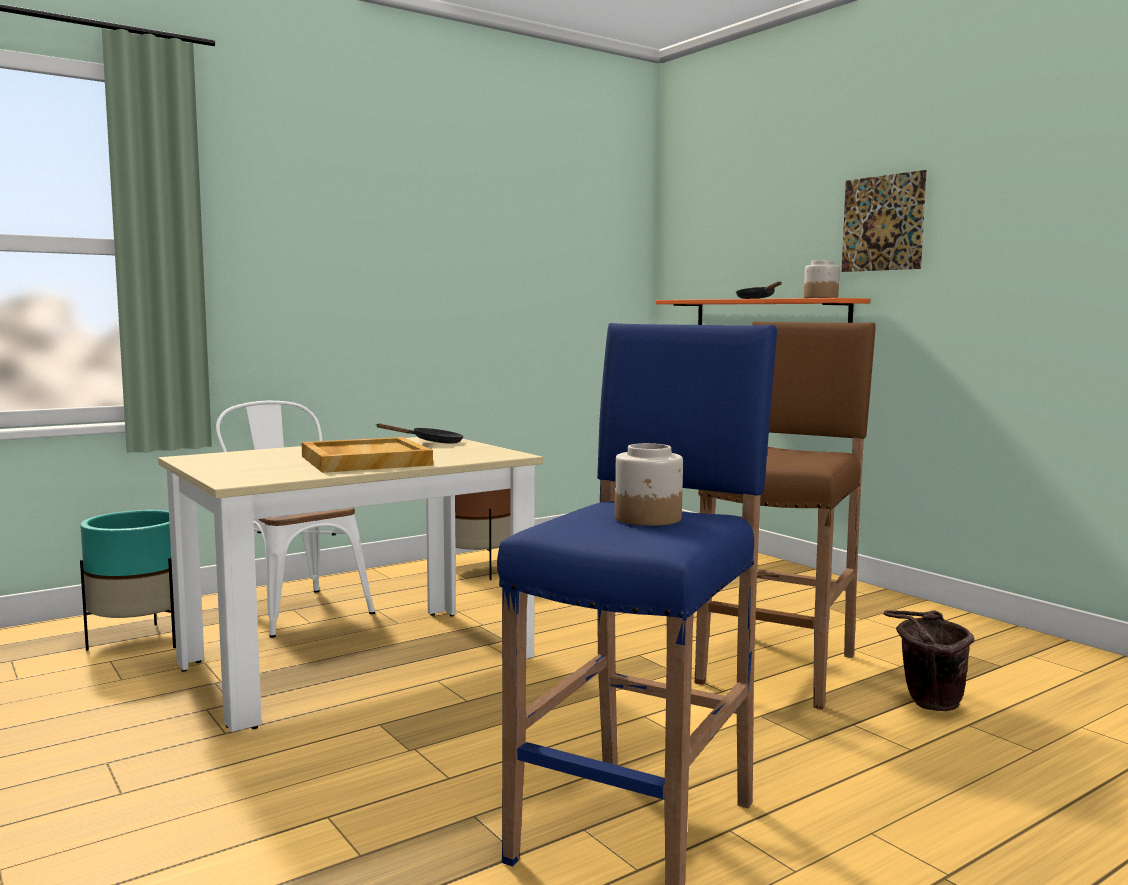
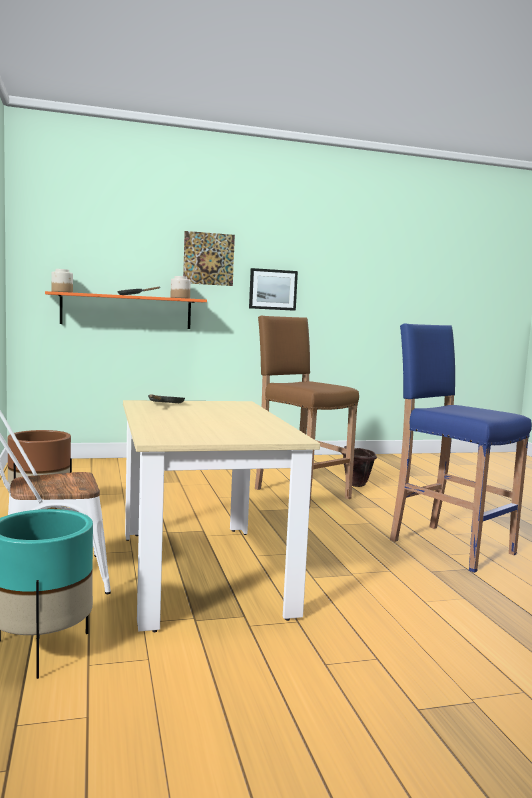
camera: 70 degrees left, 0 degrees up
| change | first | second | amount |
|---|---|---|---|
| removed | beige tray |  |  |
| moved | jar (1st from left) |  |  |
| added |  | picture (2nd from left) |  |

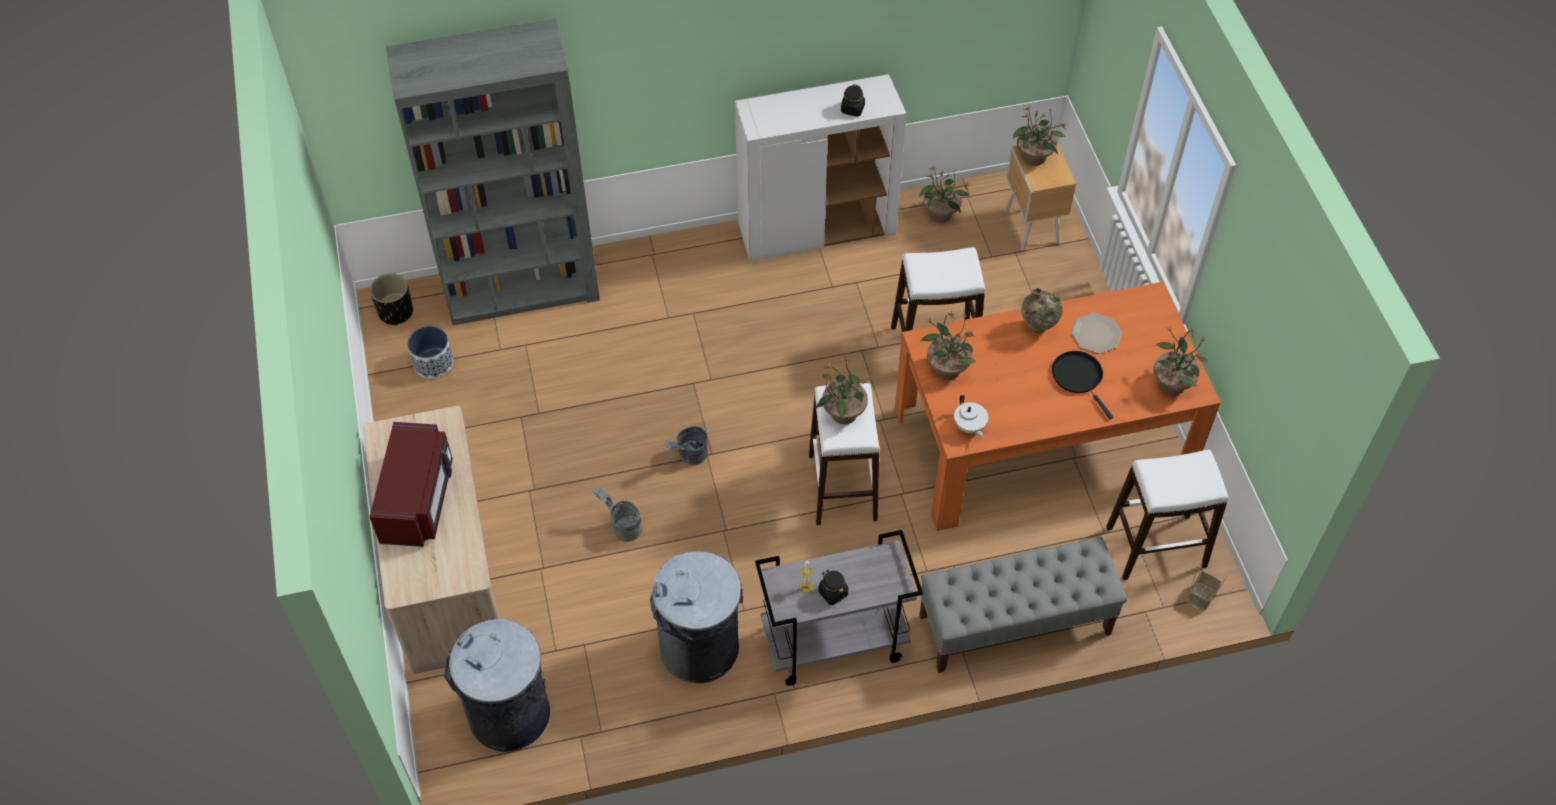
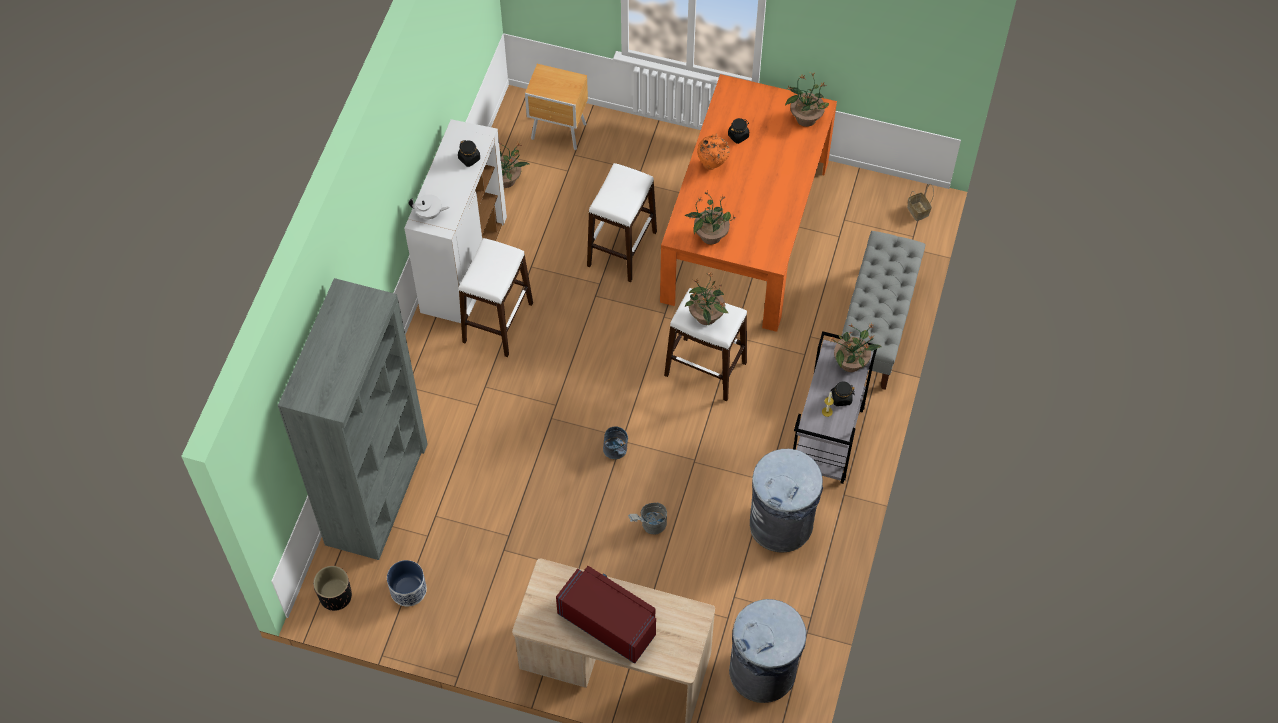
camera: 60 degrees left, 5 degrees up
| change | first | second | amount |
|---|---|---|---|
| moved | white teapot |  |  |
| moved | potted plant (4th from left in the first image) | potted plant (5th from left) |  |
| recoloured | beige vase | orange vase |  |
| removed | black frying pan |  |  |
| replaced | plate | black jar (2nd from left) |  |
| moved | white stool (3rd from left in the first image) | white stool (1st from left) |  |

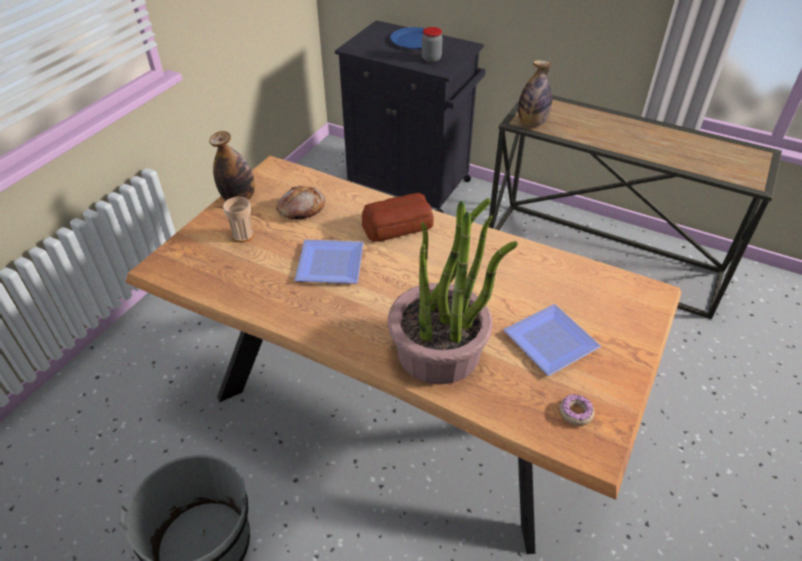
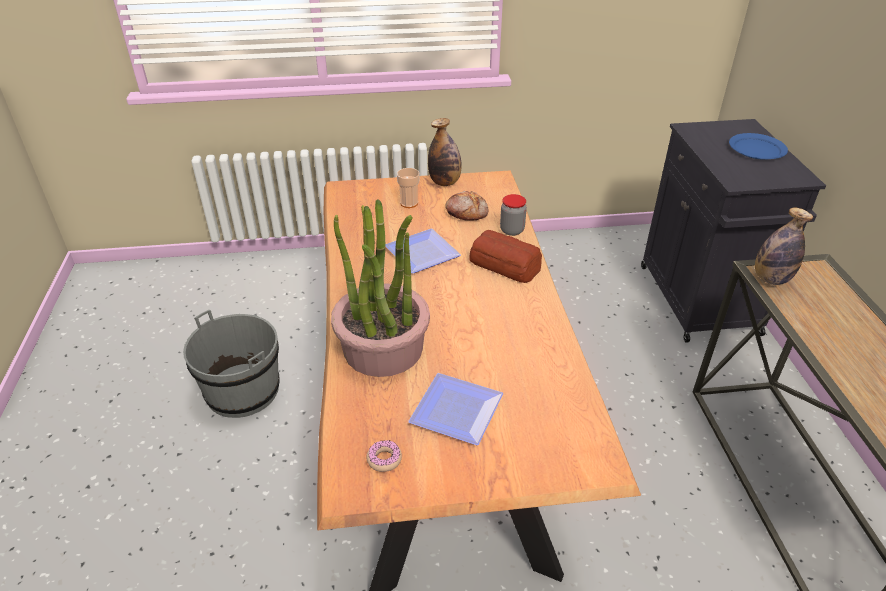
camera: 55 degrees right, 5 degrees down
| change | first | second | amount |
|---|---|---|---|
| moved | jar |  |  |

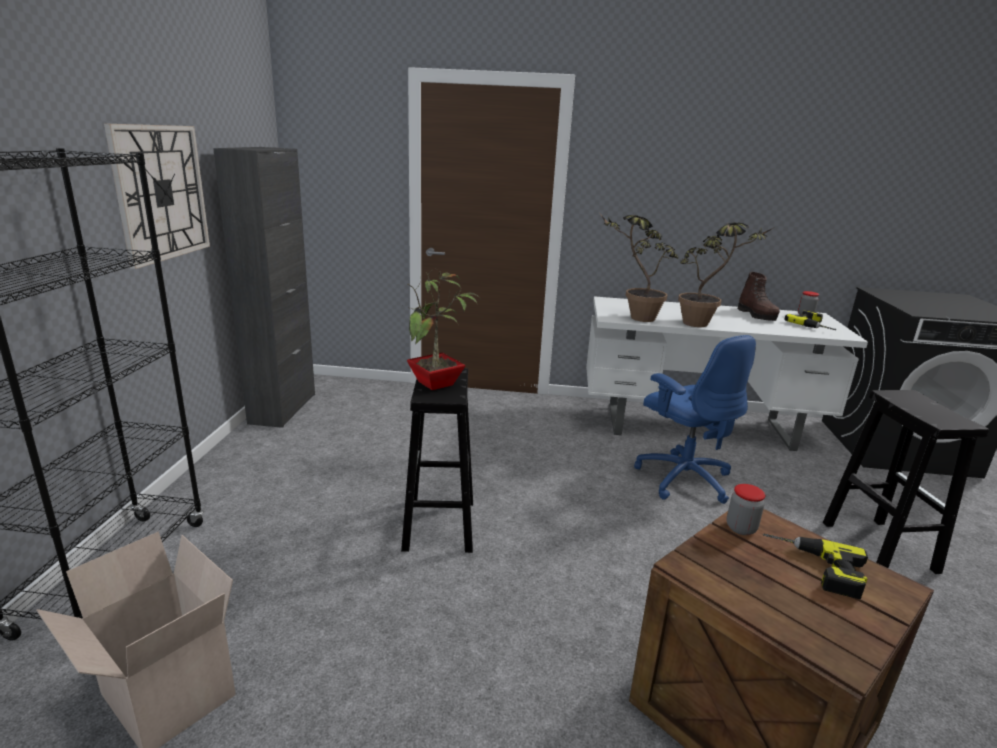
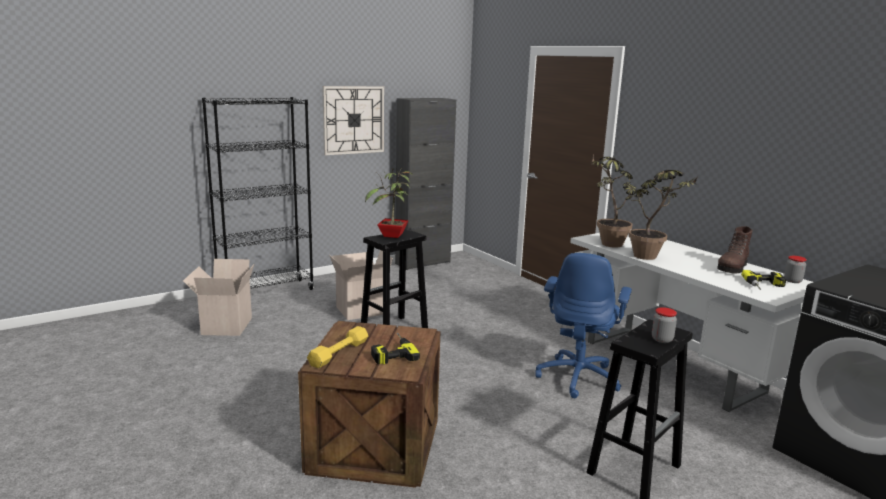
camera: 50 degrees right, 5 degrees down
| change | first | second | amount |
|---|---|---|---|
| moved | jar (1st from left) |  |  |
| added |  | yellow dumbbell |  |
| added |  | cardboard box (2nd from left) |  |

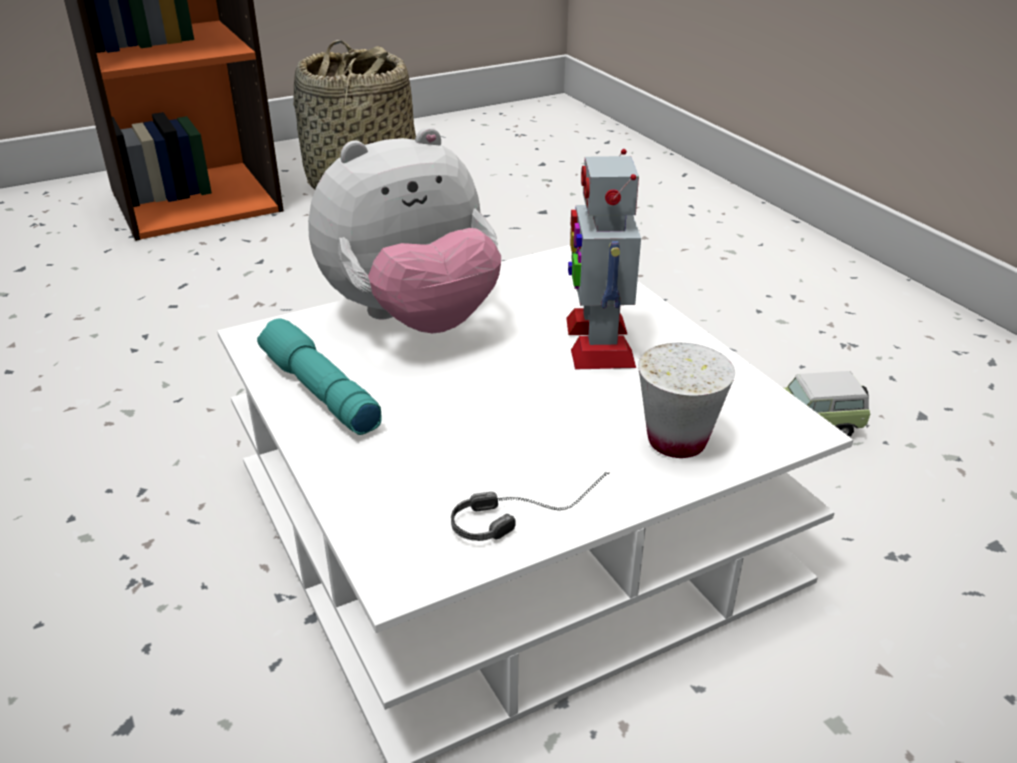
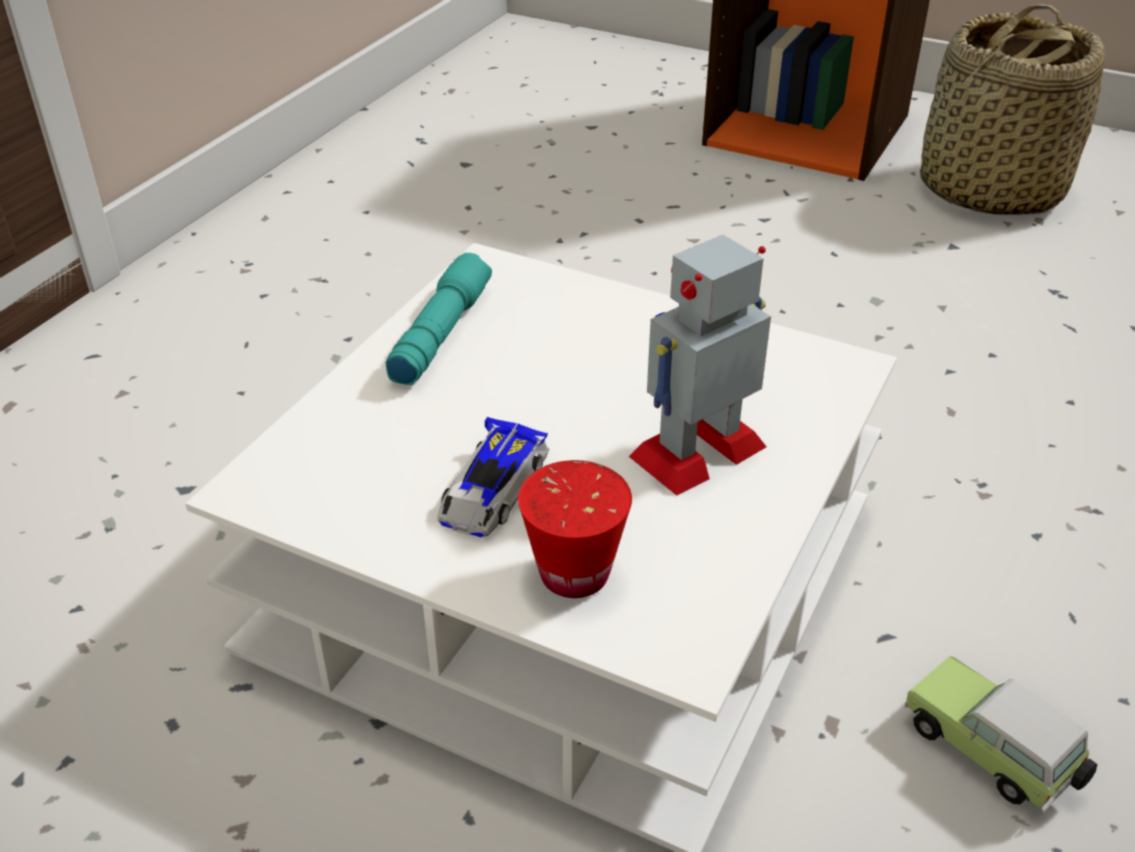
camera: 55 degrees right, 5 degrees up
| change | first | second | amount |
|---|---|---|---|
| removed | plush toy |  |  |
| removed | headphones |  |  |
| recoloured | white cup | red cup |  |
| added |  | toy car (1st from left) |  |

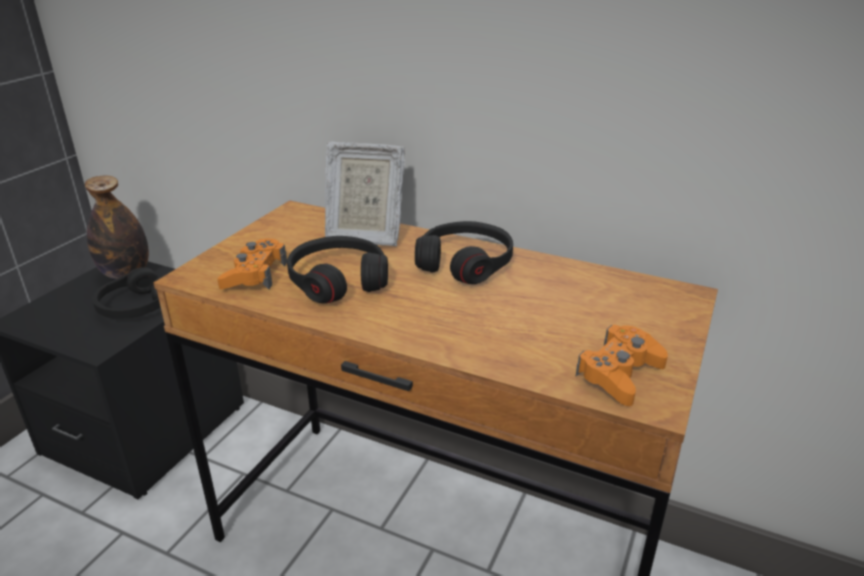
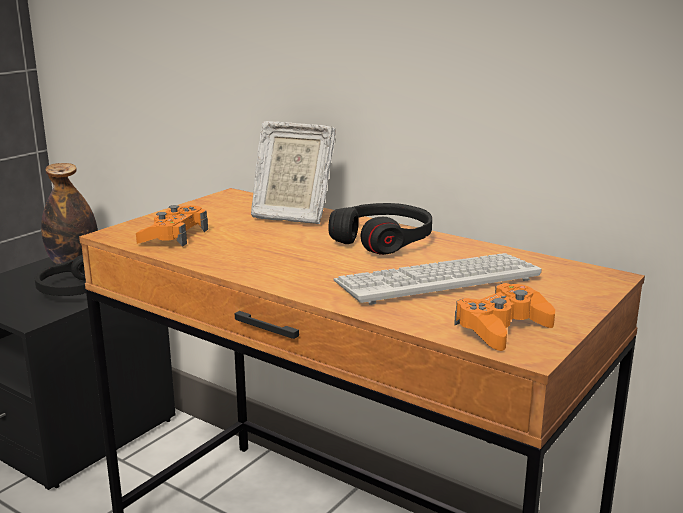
camera: 10 degrees right, 10 degrees down
| change | first | second | amount |
|---|---|---|---|
| removed | black headphones (2nd from left) |  |  |
| added |  | keyboard |  |

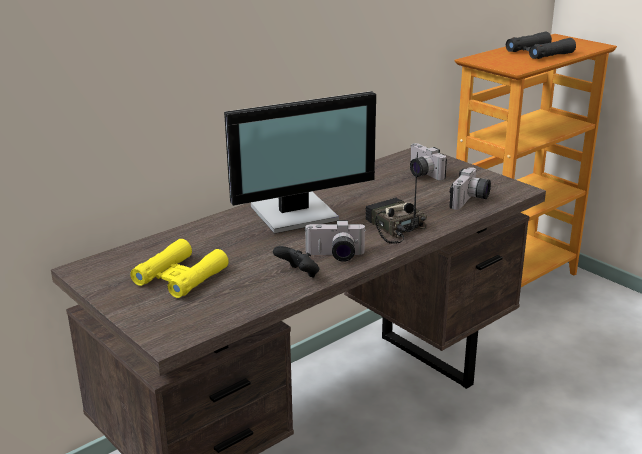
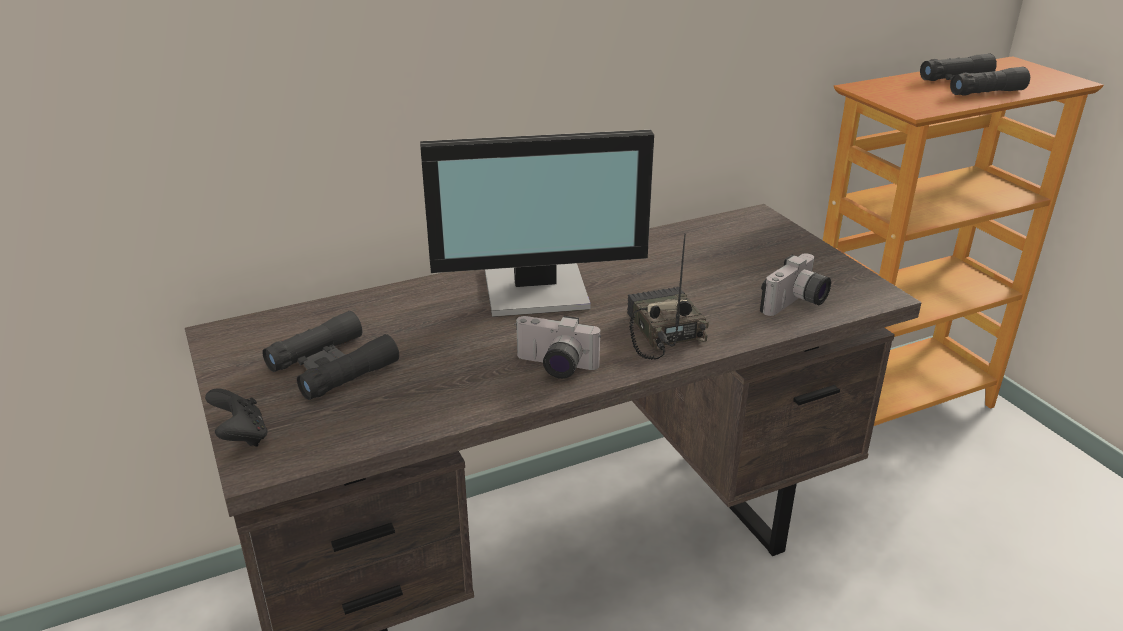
camera: 15 degrees right, 5 degrees up
| change | first | second | amount |
|---|---|---|---|
| recoloured | yellow binoculars | black binoculars (1st from left) |  |
| moved | black game controller |  |  |
| removed | photo camera (2nd from left) |  |  |

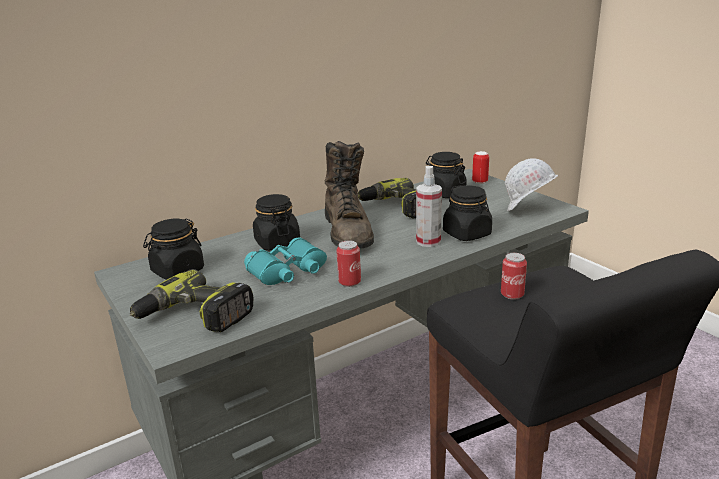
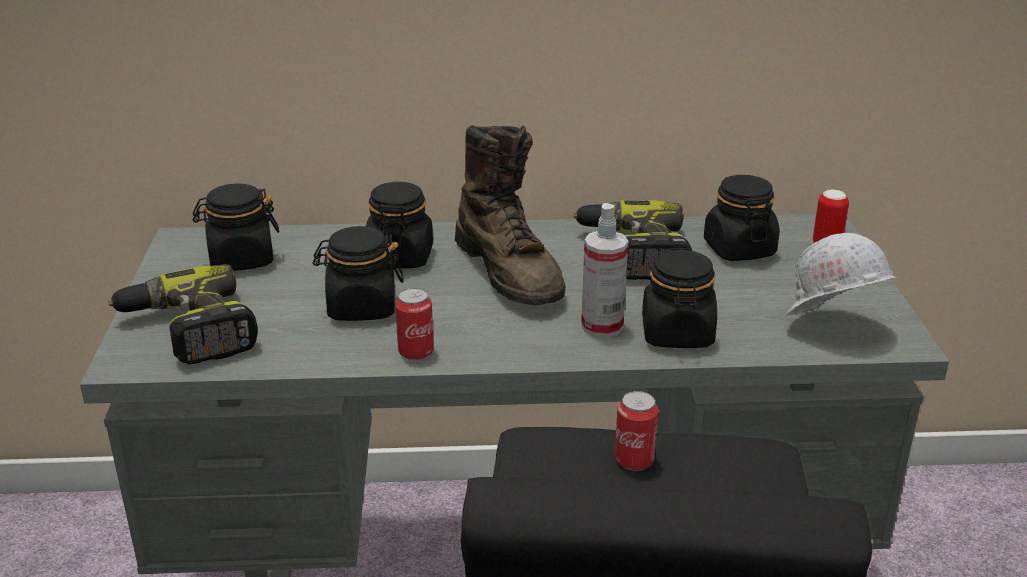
camera: 30 degrees right, 5 degrees up
| change | first | second | amount |
|---|---|---|---|
| replaced | turquoise binoculars | black jar (2nd from left) |  |
| turned | brown boot |  | 45 degrees counterclockwise |

